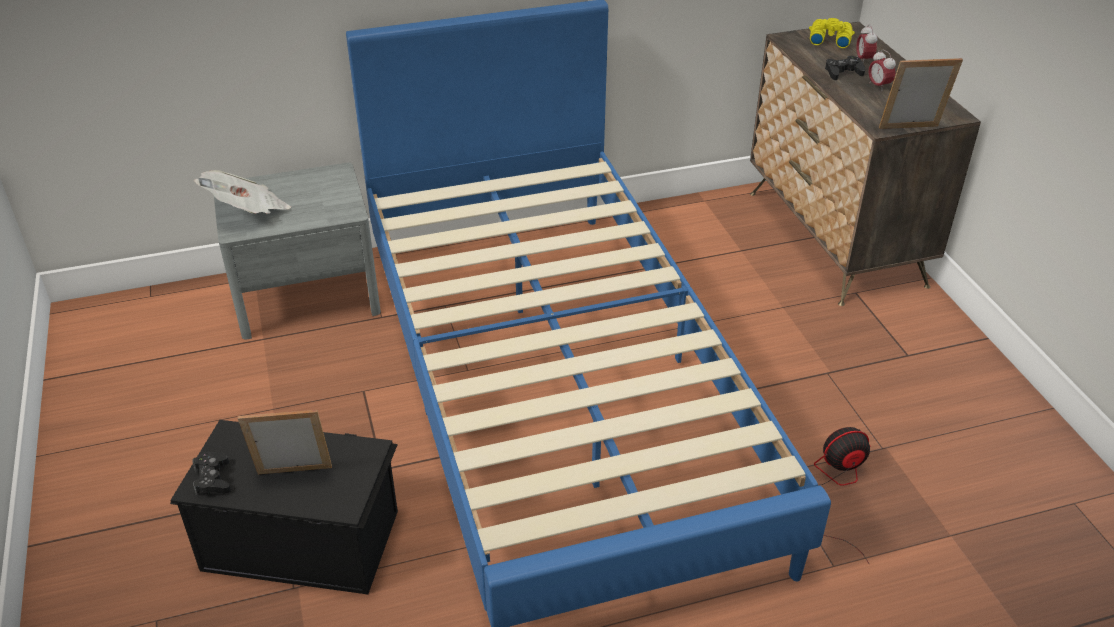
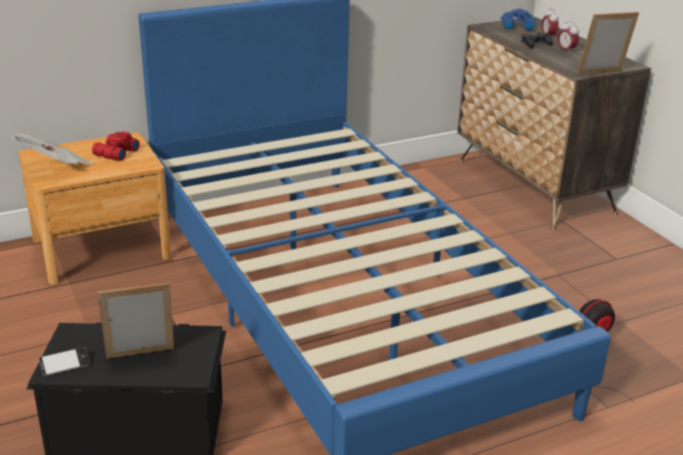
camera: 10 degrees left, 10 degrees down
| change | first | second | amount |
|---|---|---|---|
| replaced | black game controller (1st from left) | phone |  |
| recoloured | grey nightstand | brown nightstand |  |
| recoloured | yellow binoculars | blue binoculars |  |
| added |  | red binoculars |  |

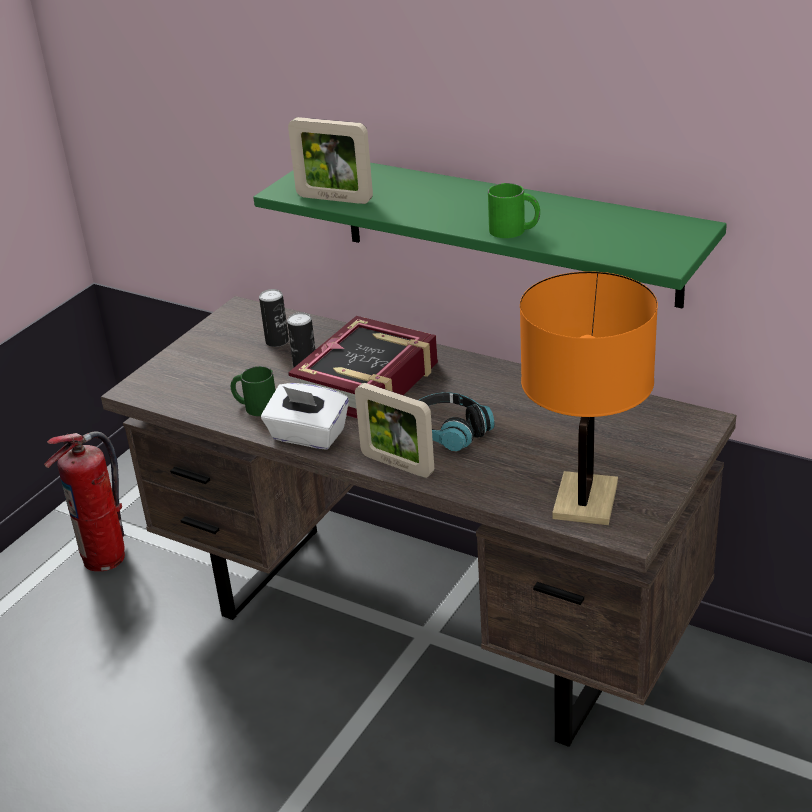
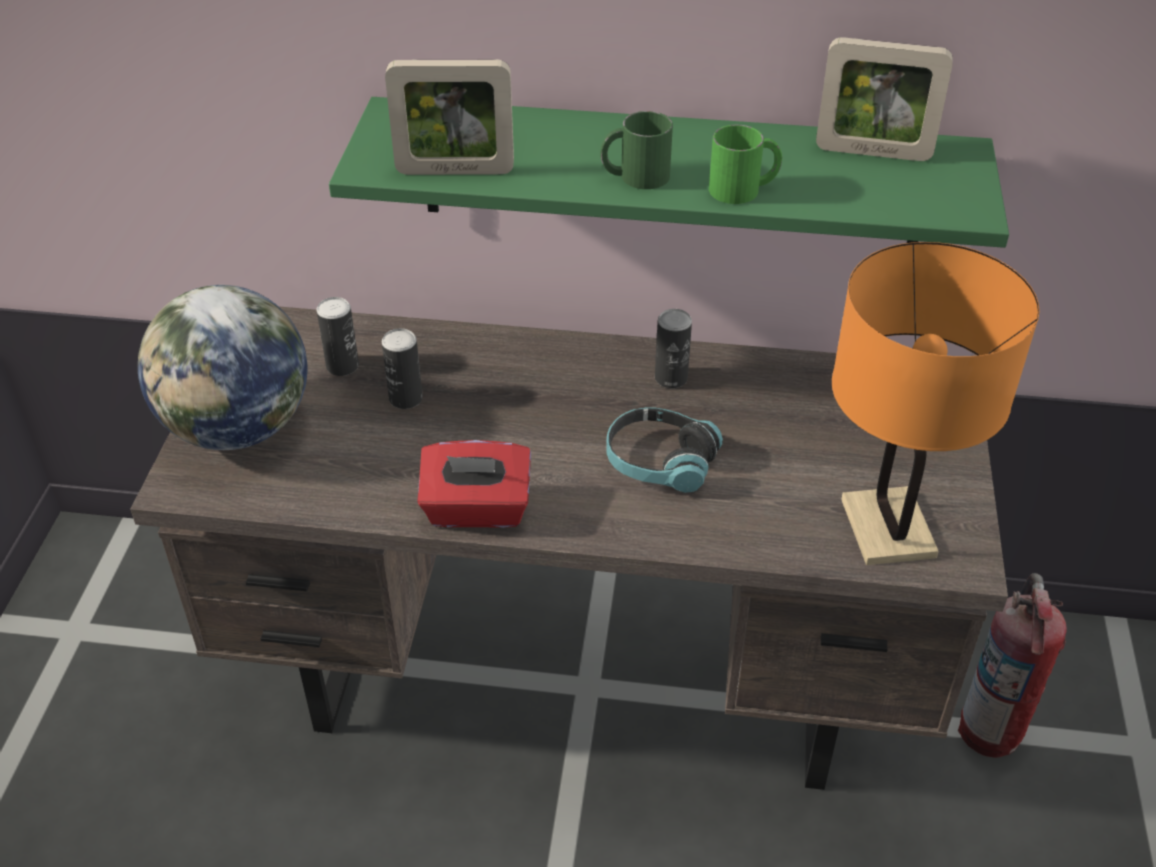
camera: 25 degrees left, 10 degrees up
| change | first | second | amount |
|---|---|---|---|
| moved | fire extinguisher |  |  |
| moved | green mug (1st from left) |  |  |
| recoloured | white tissue box | red tissue box |  |
| removed | book |  |  |
| moved | picture frame (2nd from left) |  |  |
| added |  | globe |  |
| added |  | can (3rd from left) |  |

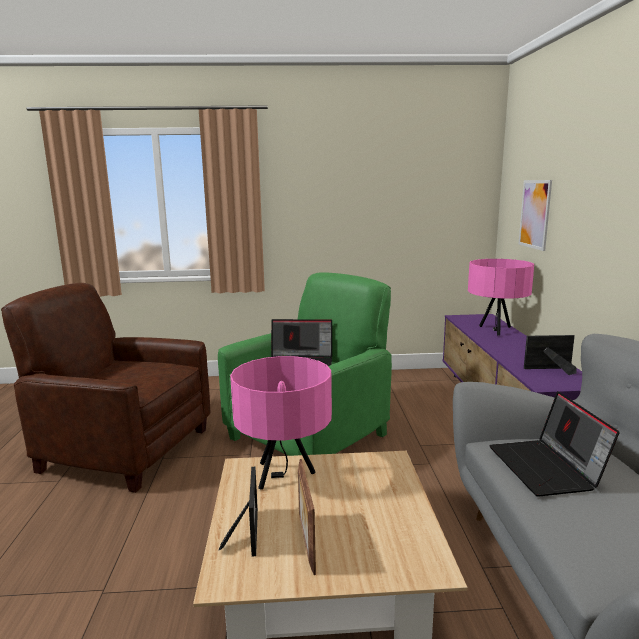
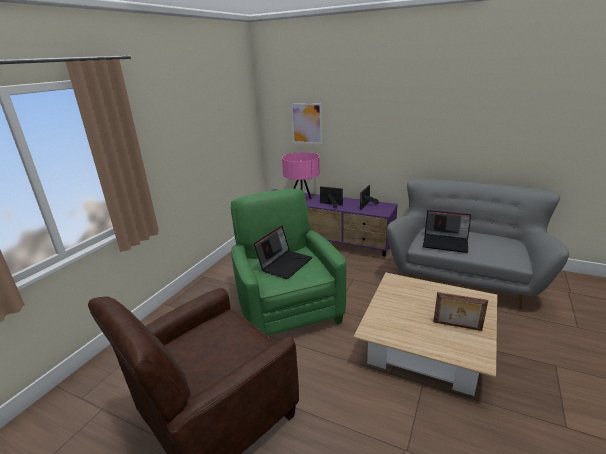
camera: 60 degrees left, 10 degrees up
| change | first | second | amount |
|---|---|---|---|
| moved | picture frame (1st from left) |  |  |
| removed | pink table lamp (1st from left) |  |  |

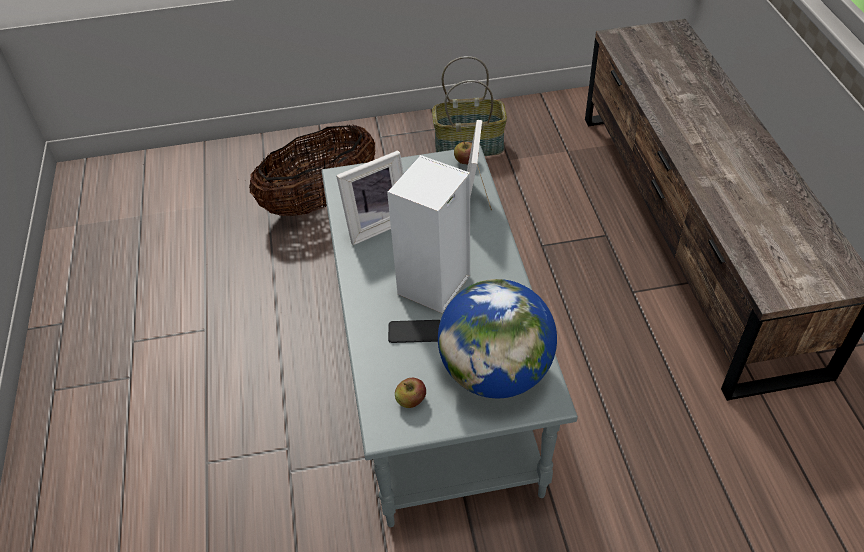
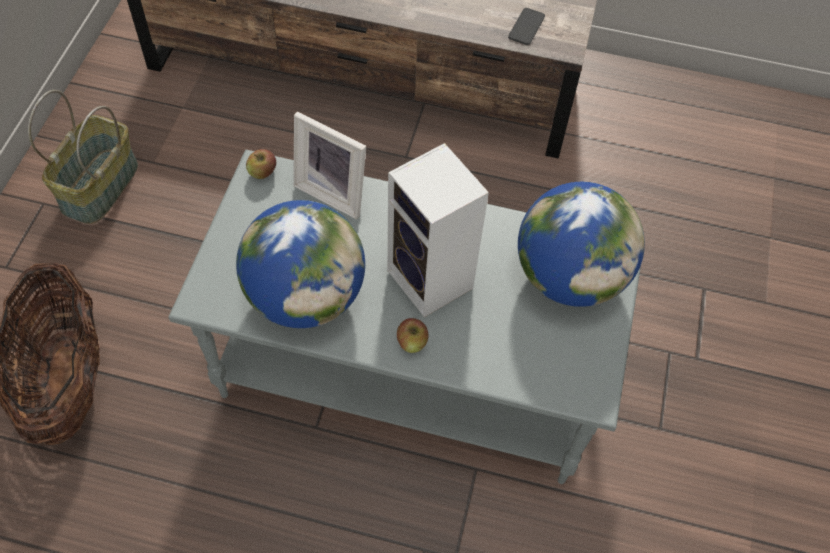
camera: 70 degrees left, 10 degrees up
| change | first | second | amount |
|---|---|---|---|
| replaced | picture frame (1st from left) | globe (1st from left) |  |
| moved | phone |  |  |
| moved | apple (1st from left in the first image) | apple (2nd from left) |  |

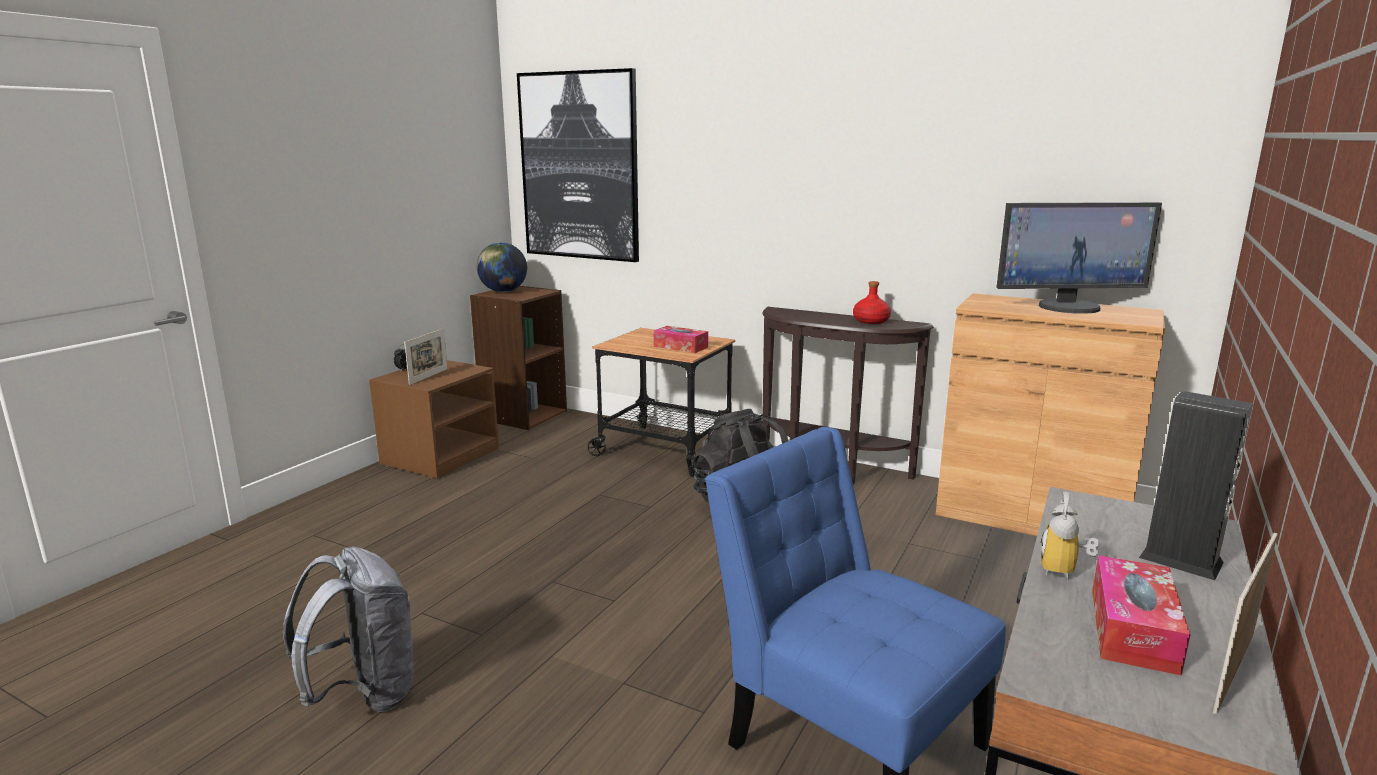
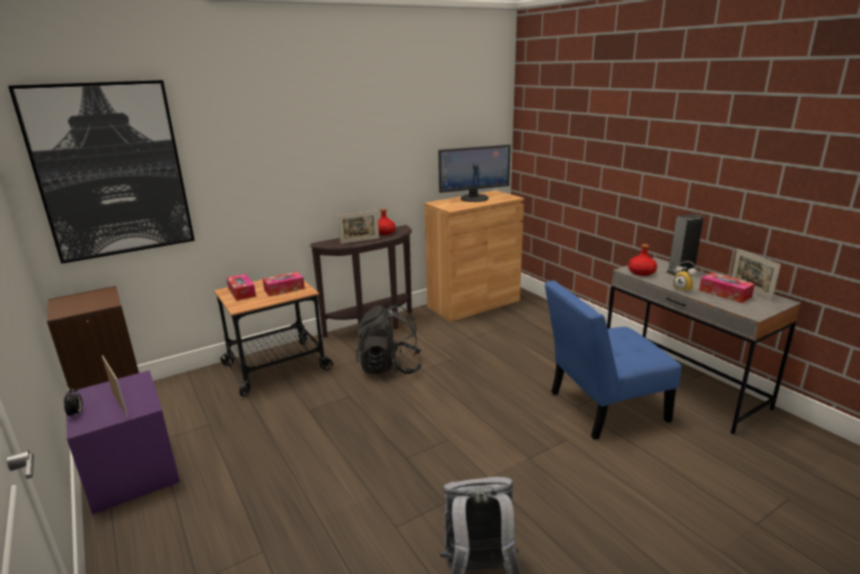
camera: 60 degrees left, 5 degrees up
| change | first | second | amount |
|---|---|---|---|
| recoloured | brown nightstand | purple nightstand |  |
| removed | globe |  |  |
| turned | monitor |  | 45 degrees clockwise |
| added |  | tissue box (1st from left) |  |
| added |  | picture frame (2nd from left) |  |
| added |  | red bottle (2nd from left) |  |

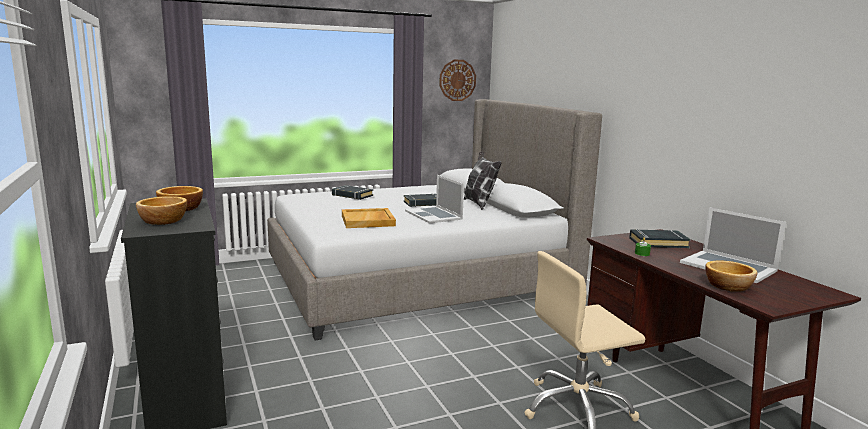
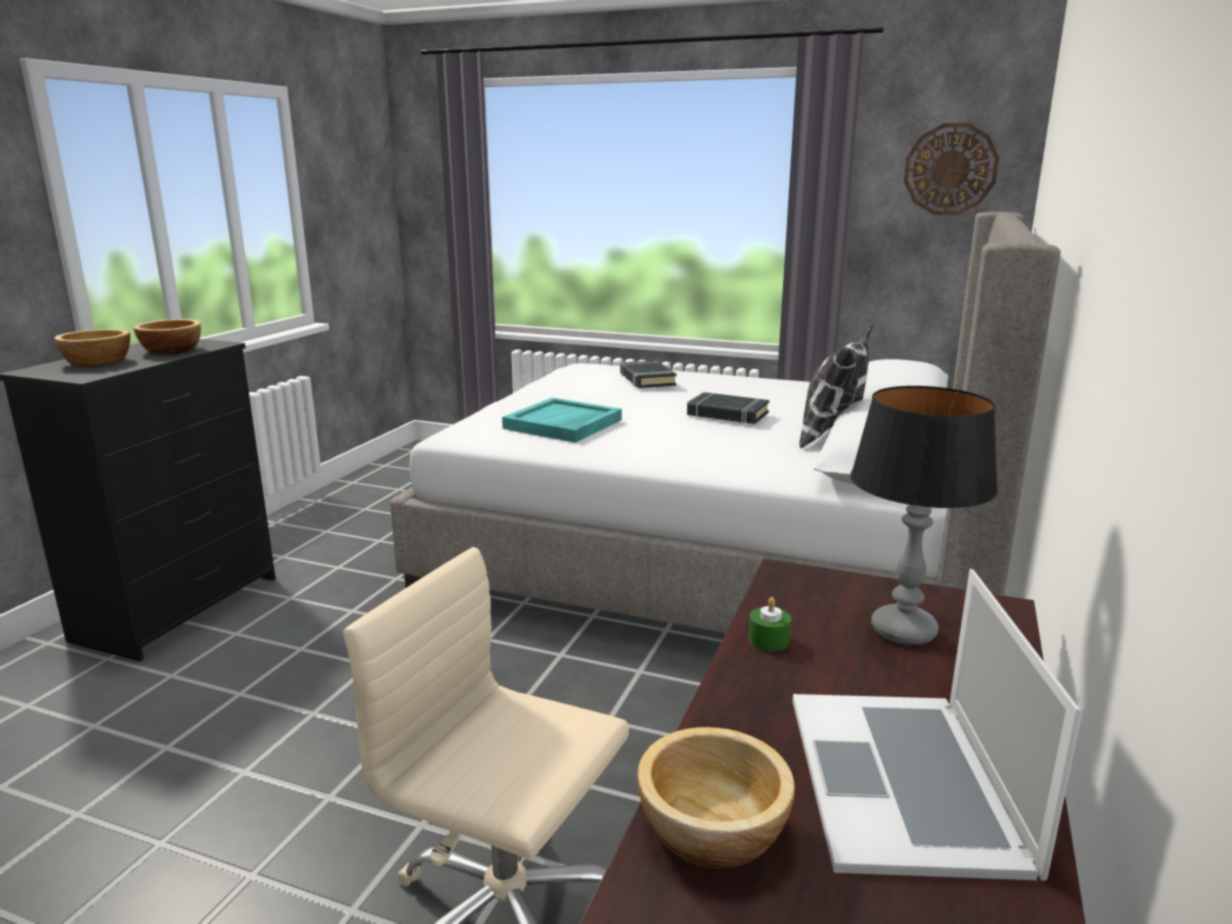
camera: 45 degrees right, 5 degrees up
| change | first | second | amount |
|---|---|---|---|
| recoloured | beige tray | turquoise tray |  |
| removed | laptop (1st from left) |  |  |
| replaced | black book (3rd from left) | table lamp |  |

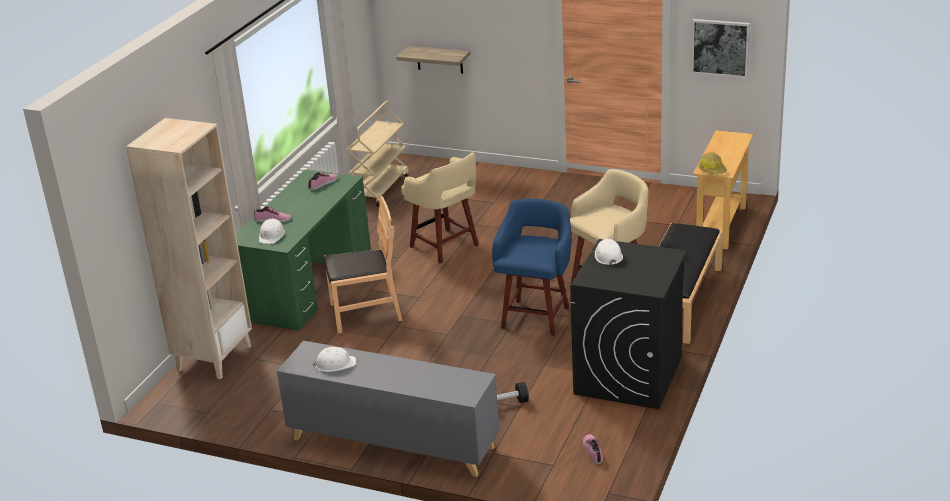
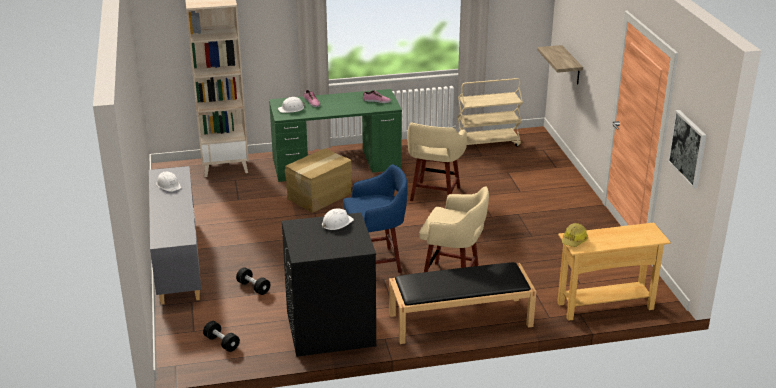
camera: 55 degrees right, 0 degrees up
| change | first | second | amount |
|---|---|---|---|
| replaced | brown chair | cardboard box |  |
| replaced | shoe (3rd from left) | black dumbbell (1st from left) |  |

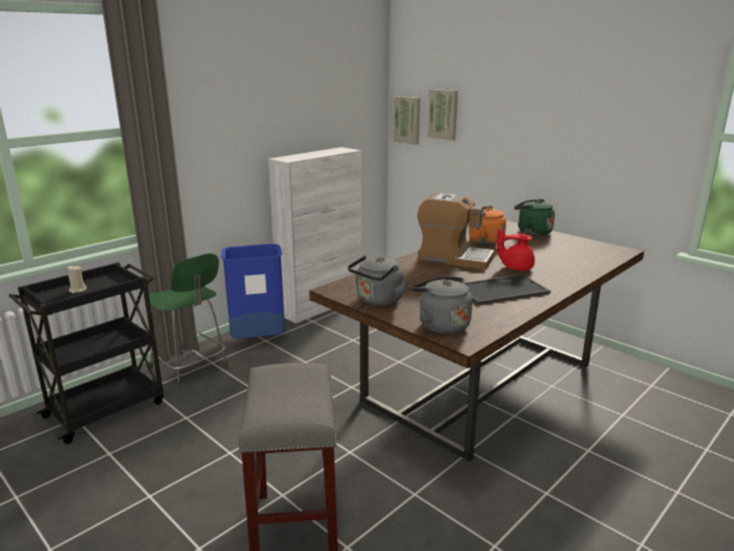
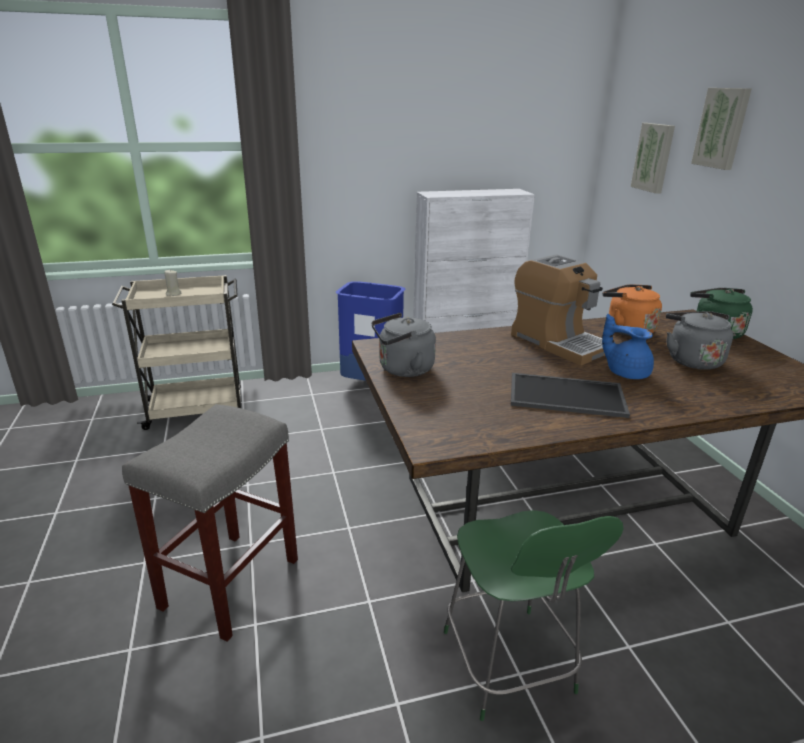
camera: 30 degrees right, 5 degrees up
| change | first | second | amount |
|---|---|---|---|
| recoloured | black cart | beige cart |  |
| moved | green chair |  |  |
| moved | picture (1st from left in the first image) | picture (2nd from left) |  |
| moved | grey kettle (2nd from left) |  |  |
| recoloured | red teapot | blue teapot |  |

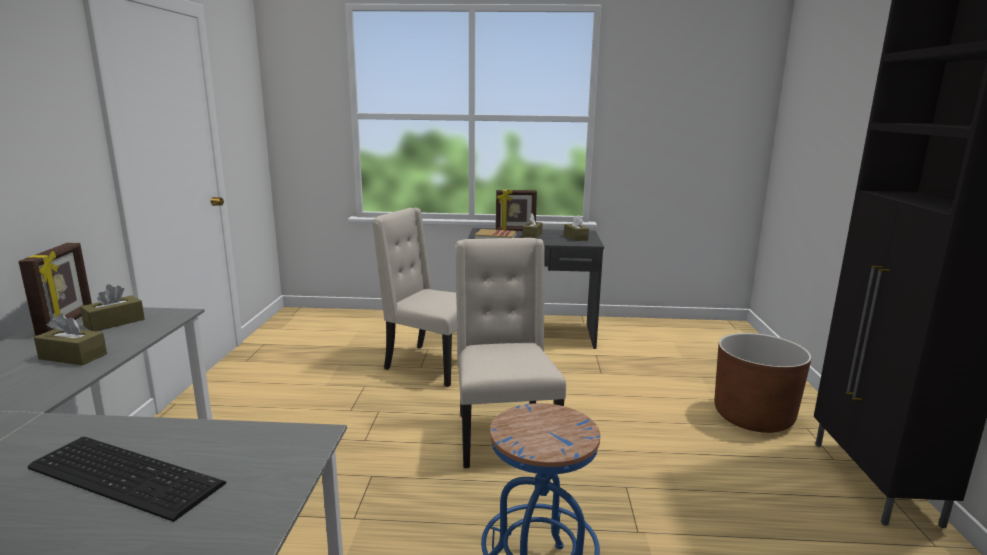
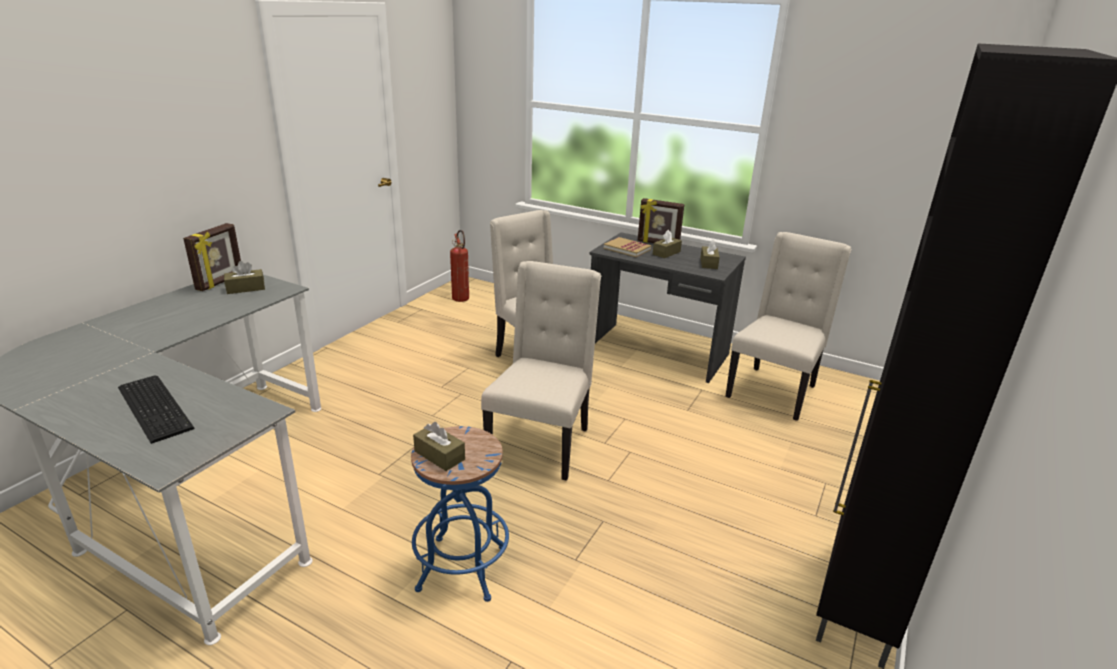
camera: 25 degrees right, 10 degrees up
| change | first | second | amount |
|---|---|---|---|
| moved | brown tissue box (1st from left in the first image) | brown tissue box (2nd from left) |  |
| removed | brown planter |  |  |
| added |  | fire extinguisher |  |
| added |  | beige chair (3rd from left) |  |

